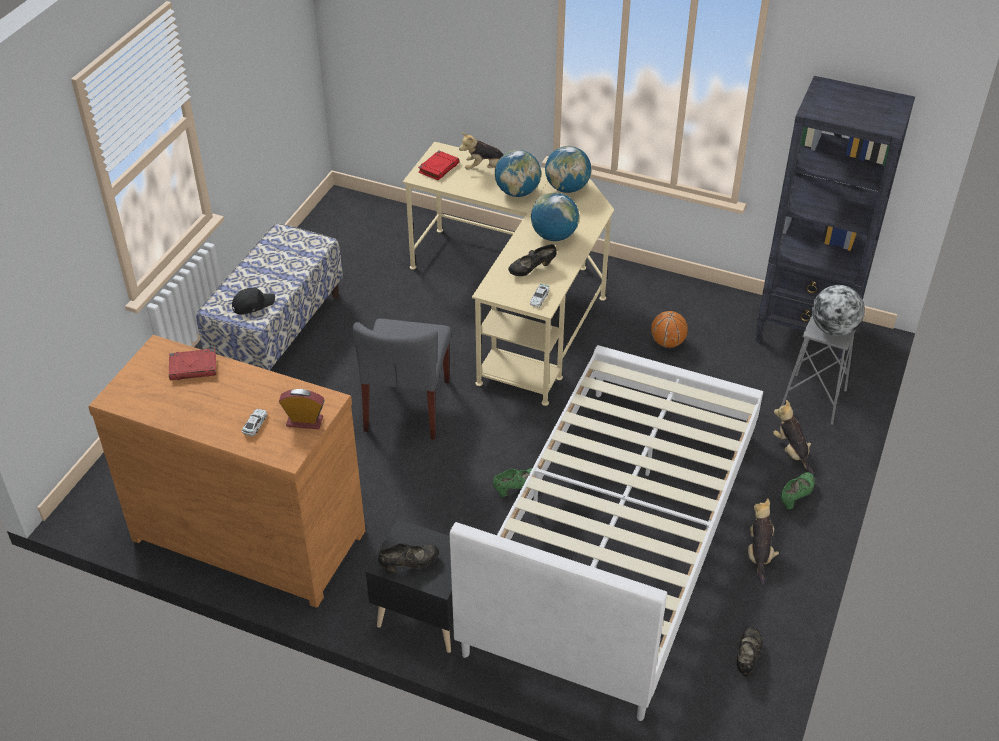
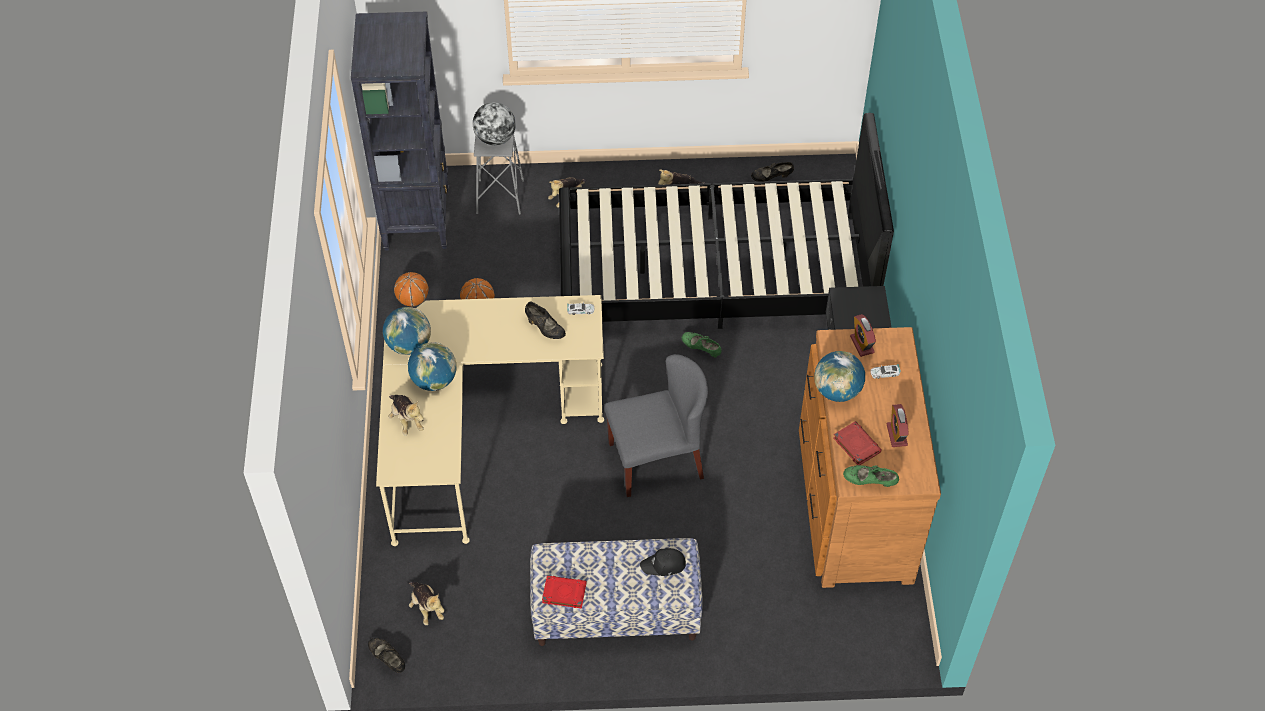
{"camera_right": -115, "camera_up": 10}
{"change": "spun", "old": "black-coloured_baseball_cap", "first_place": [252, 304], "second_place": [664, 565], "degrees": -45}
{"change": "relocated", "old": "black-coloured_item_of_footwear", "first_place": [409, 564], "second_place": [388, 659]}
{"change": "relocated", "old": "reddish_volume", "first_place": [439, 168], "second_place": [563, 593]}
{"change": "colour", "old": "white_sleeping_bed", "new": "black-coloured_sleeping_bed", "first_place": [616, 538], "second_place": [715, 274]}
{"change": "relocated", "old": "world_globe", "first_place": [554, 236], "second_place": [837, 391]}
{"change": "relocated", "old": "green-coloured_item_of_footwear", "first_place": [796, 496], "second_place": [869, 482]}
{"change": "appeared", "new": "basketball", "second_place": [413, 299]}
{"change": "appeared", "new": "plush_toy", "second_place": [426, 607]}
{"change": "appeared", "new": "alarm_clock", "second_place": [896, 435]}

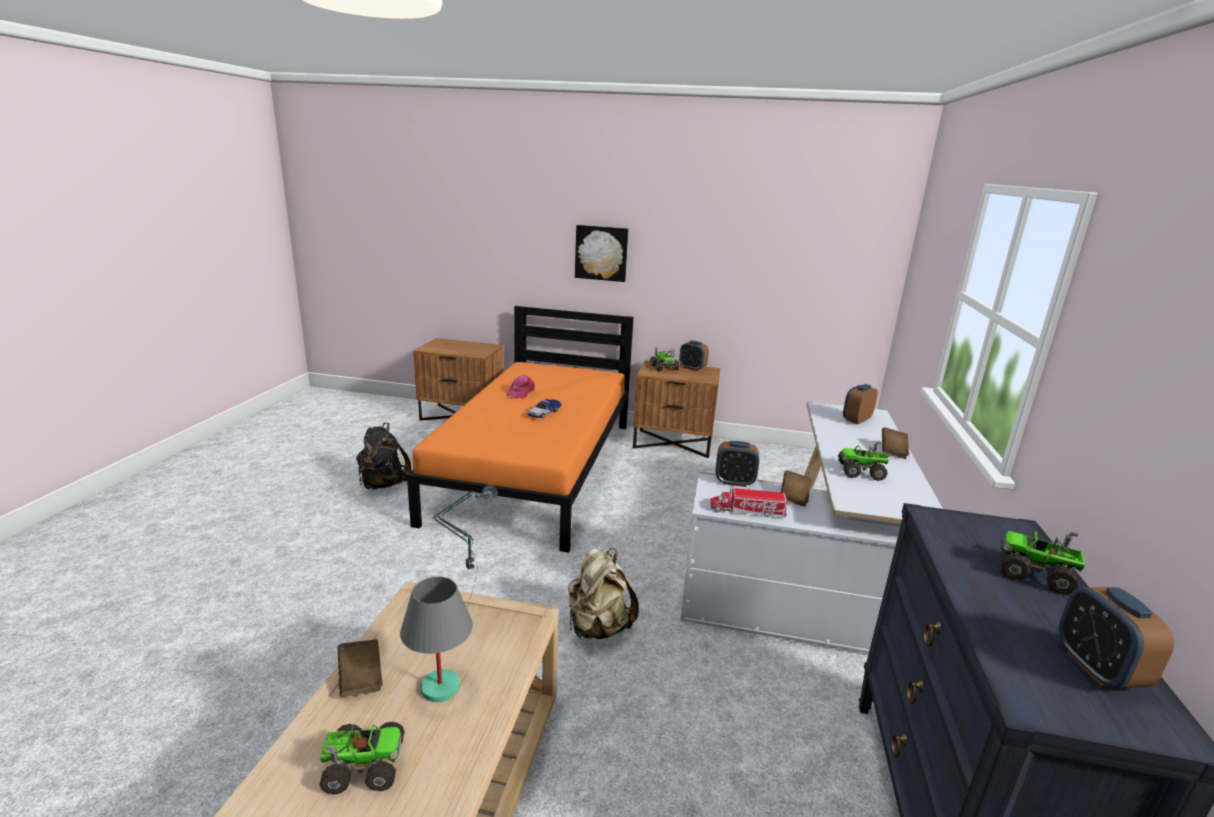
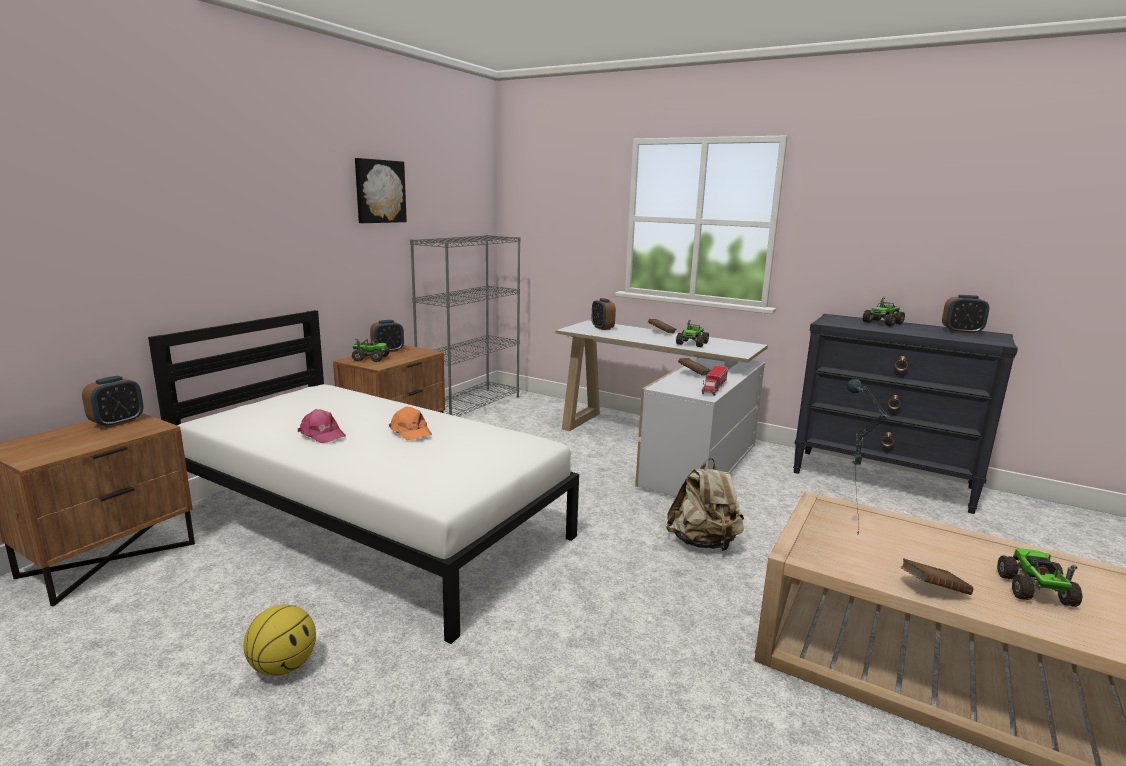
{"camera_right": -70, "camera_up": -5}
{"change": "exchanged", "old": "black-coloured_rucksack", "new": "basketball", "first_place": [383, 484], "second_place": [284, 666]}
{"change": "missing", "old": "grey_table_lamp", "first_place": [441, 687]}
{"change": "colour", "old": "orange_sleeping_bed", "new": "white_sleeping_bed", "first_place": [537, 469], "second_place": [373, 523]}
{"change": "exchanged", "old": "miniature_car", "new": "orange_baseball_cap", "first_place": [544, 412], "second_place": [410, 431]}
{"change": "relocated", "old": "wall_art", "first_place": [601, 253], "second_place": [379, 191]}
{"change": "relocated", "old": "alarm_clock", "first_place": [734, 482], "second_place": [117, 422]}
{"change": "appeared", "new": "grey_bookshelf", "second_place": [470, 406]}

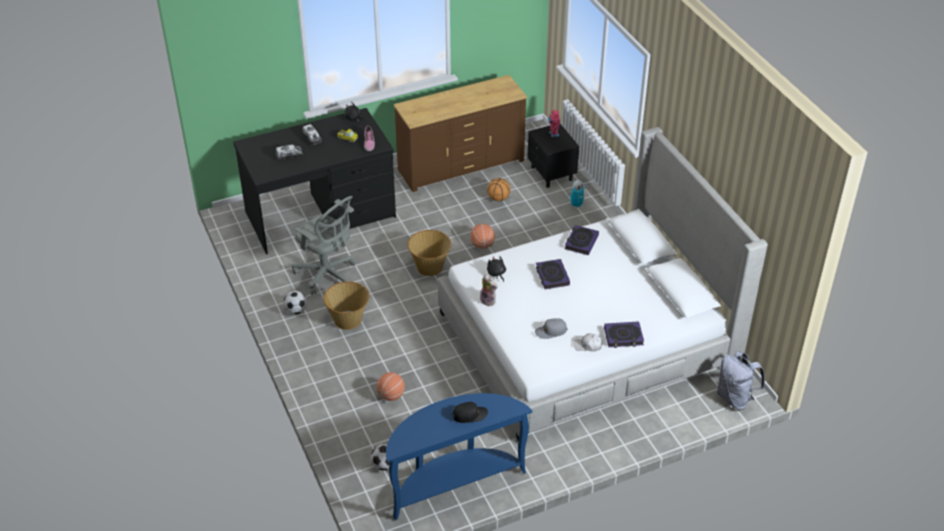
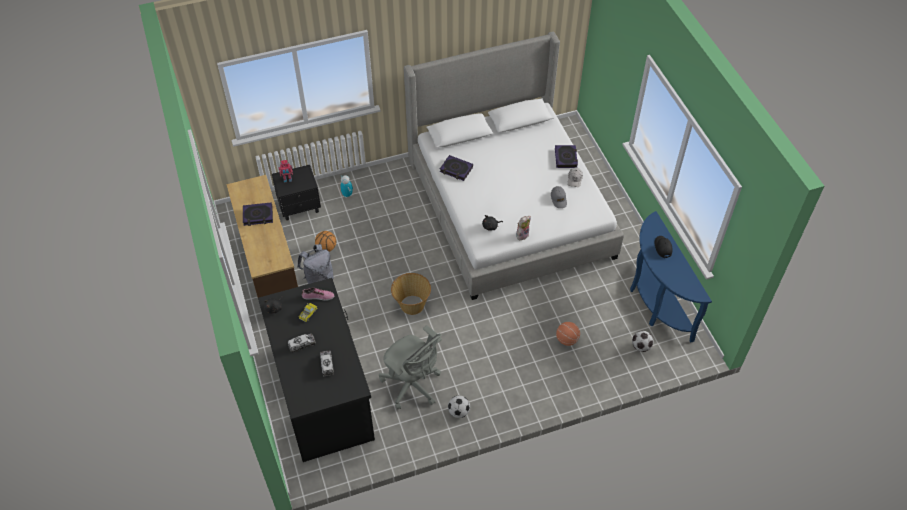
{"camera_right": -85, "camera_up": 10}
{"change": "spun", "old": "grey_office_chair", "first_place": [327, 275], "second_place": [412, 385], "degrees": 90}
{"change": "missing", "old": "basket", "first_place": [348, 320]}
{"change": "missing", "old": "basketball", "first_place": [482, 245]}
{"change": "relocated", "old": "volume", "first_place": [552, 276], "second_place": [258, 216]}
{"change": "relocated", "old": "grey_rucksack", "first_place": [735, 398], "second_place": [318, 279]}

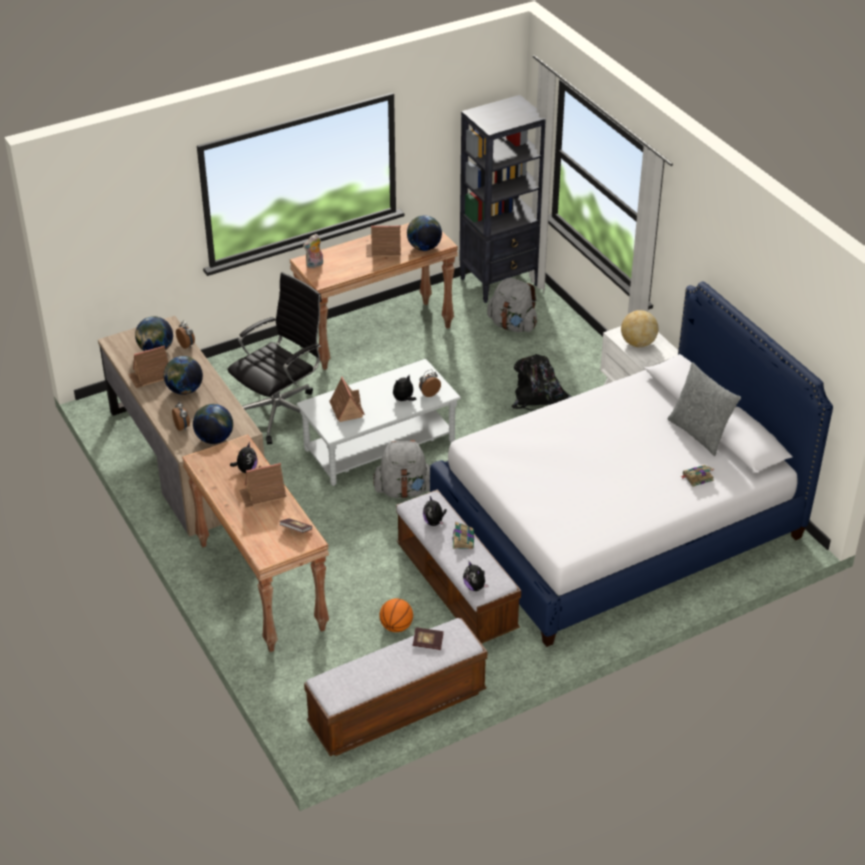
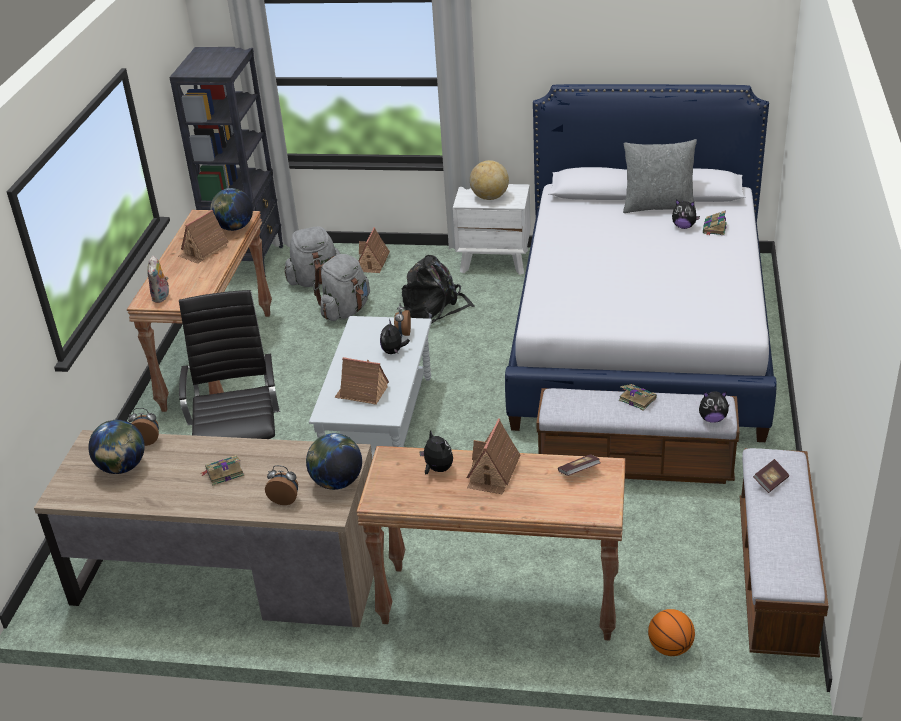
{"camera_right": -50, "camera_up": -5}
{"change": "relocated", "old": "model_house", "first_place": [150, 376], "second_place": [372, 263]}
{"change": "exchanged", "old": "world_globe", "new": "volume", "first_place": [185, 390], "second_place": [223, 473]}
{"change": "relocated", "old": "grey_rucksack", "first_place": [404, 490], "second_place": [345, 311]}
{"change": "relocated", "old": "basketball", "first_place": [396, 626], "second_place": [670, 648]}
{"change": "relocated", "old": "plush_toy", "first_place": [434, 522], "second_place": [684, 226]}

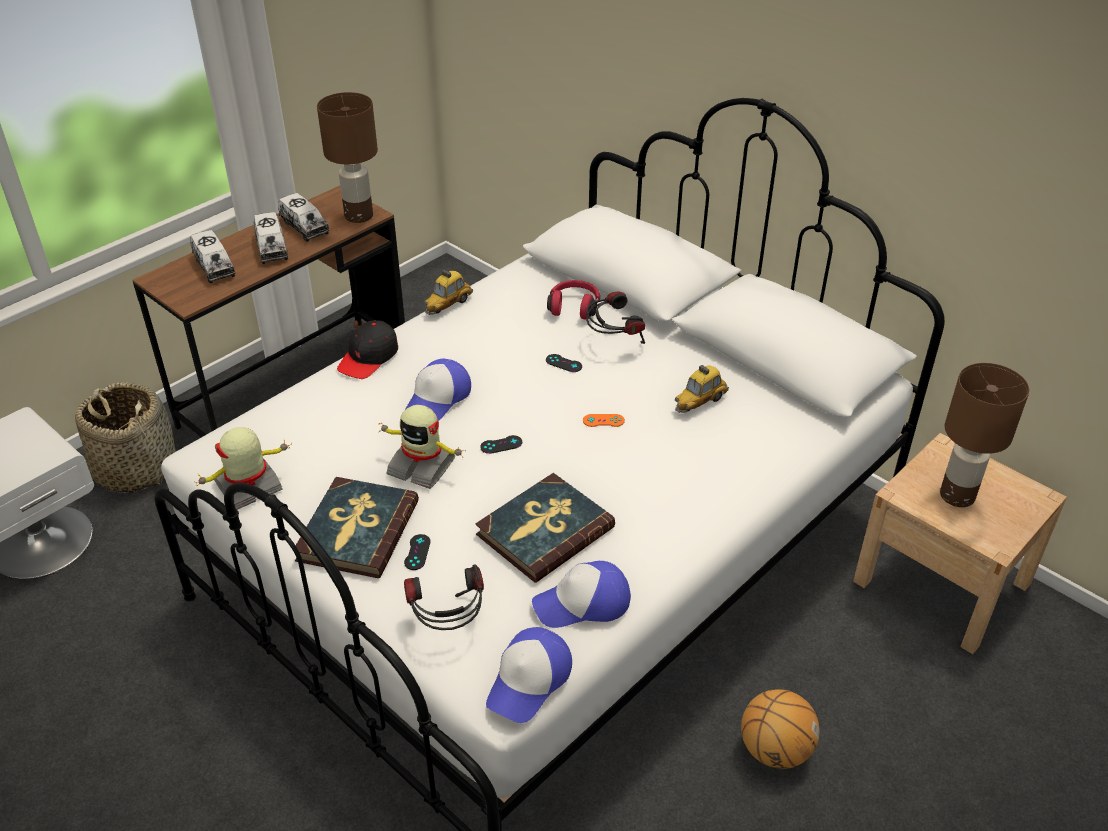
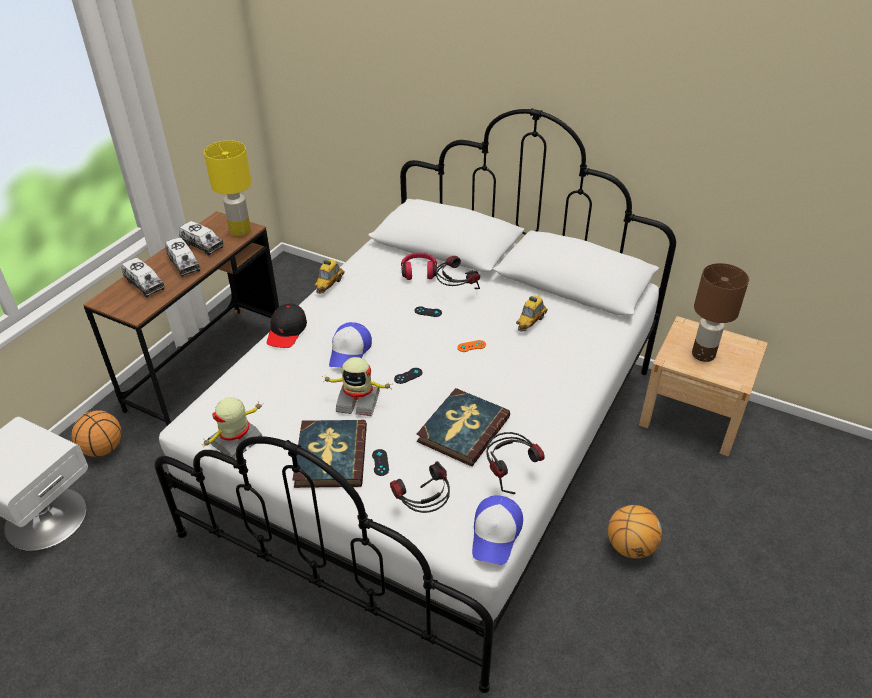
{"camera_right": -15, "camera_up": 0}
{"change": "exchanged", "old": "basket", "new": "basketball", "first_place": [136, 469], "second_place": [103, 448]}
{"change": "colour", "old": "brown_table_lamp", "new": "yellow_table_lamp", "first_place": [359, 216], "second_place": [241, 231]}
{"change": "exchanged", "old": "baseball_cap", "new": "headset", "first_place": [583, 603], "second_place": [509, 473]}

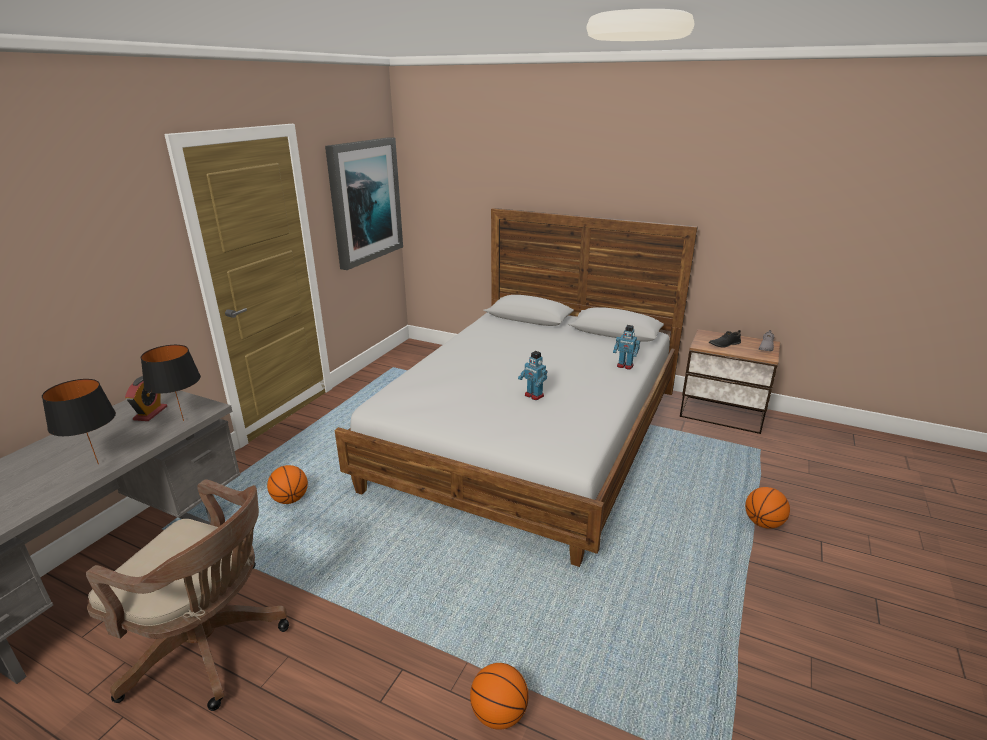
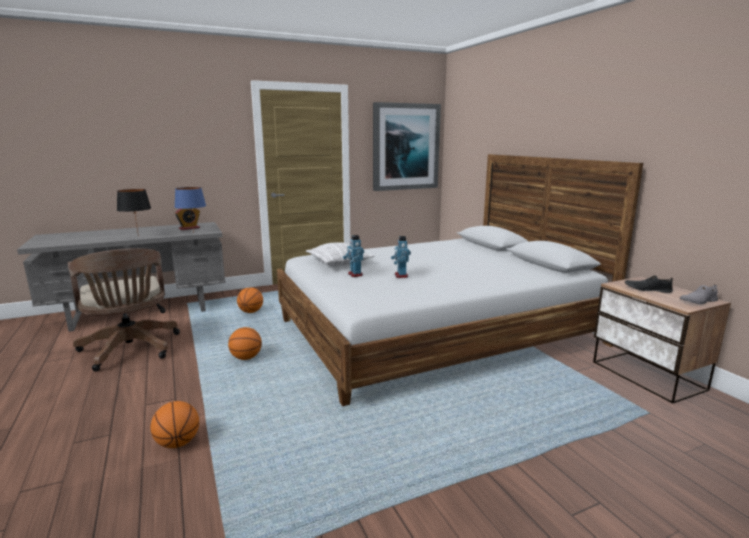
{"camera_right": 40, "camera_up": -10}
{"change": "colour", "old": "black-coloured_table_lamp", "new": "bluish_table_lamp", "first_place": [184, 420], "second_place": [193, 232]}
{"change": "relocated", "old": "toy_robot", "first_place": [625, 366], "second_place": [355, 274]}
{"change": "relocated", "old": "basketball", "first_place": [763, 523], "second_place": [246, 358]}
{"change": "appeared", "new": "throw_pillow", "second_place": [339, 263]}

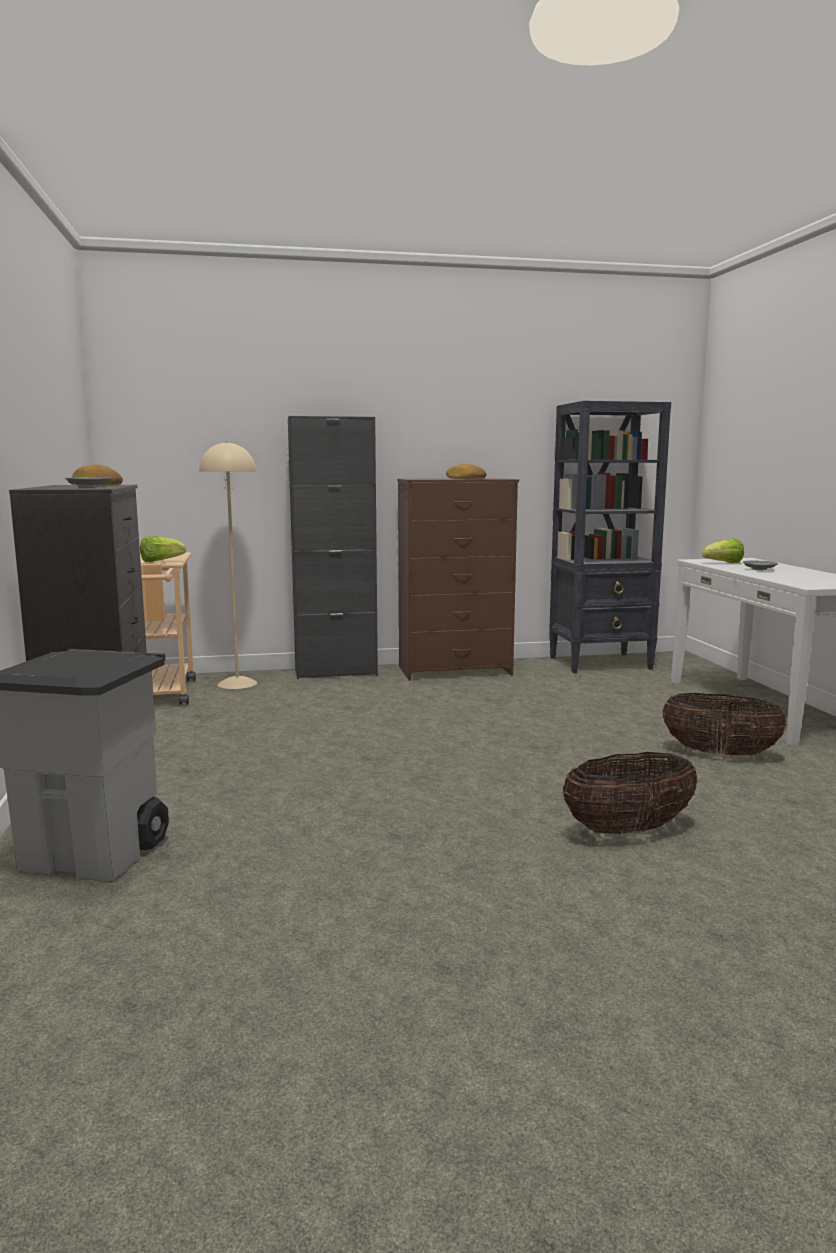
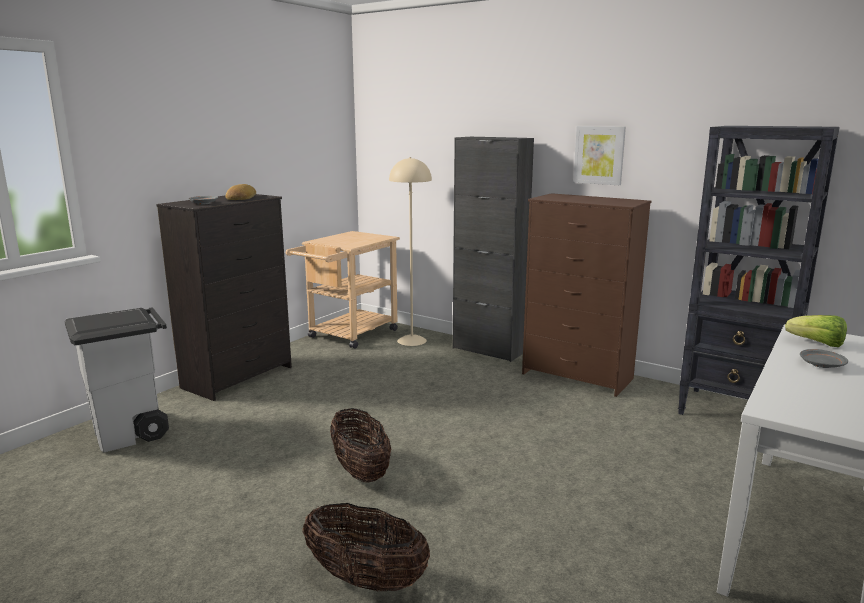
{"camera_right": 45, "camera_up": 5}
{"change": "missing", "old": "lettuce", "first_place": [160, 561]}
{"change": "missing", "old": "baked_bread", "first_place": [464, 478]}
{"change": "relocated", "old": "basket", "first_place": [720, 753], "second_place": [360, 471]}
{"change": "appeared", "new": "wall_art", "second_place": [599, 155]}

